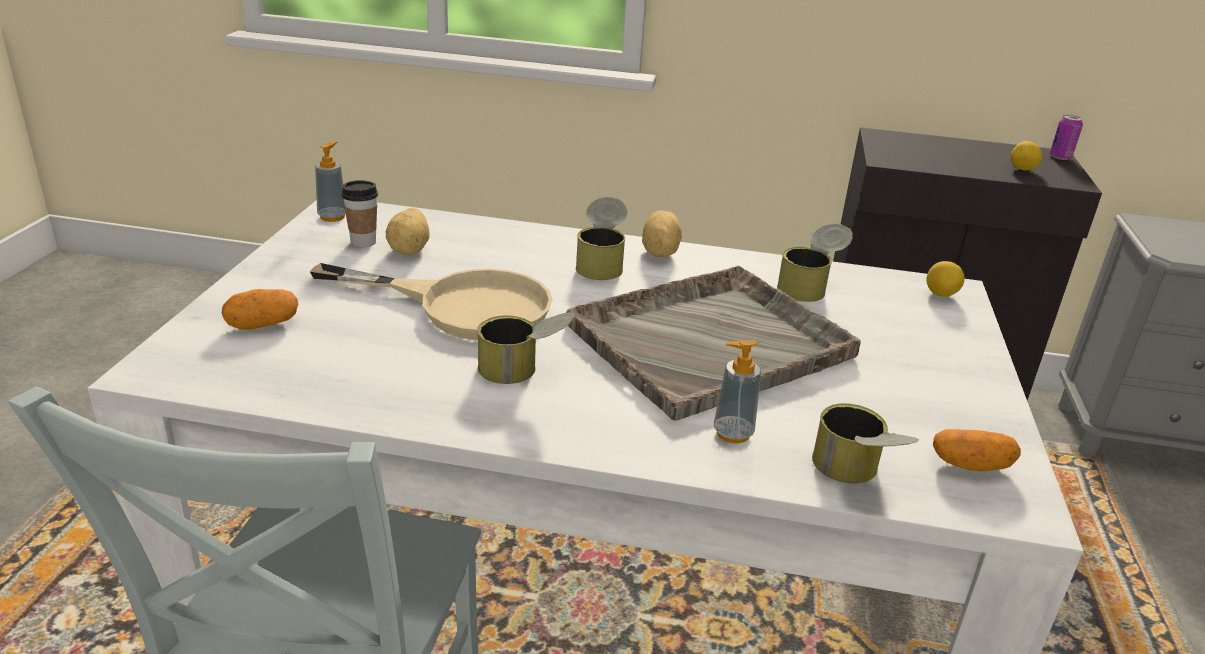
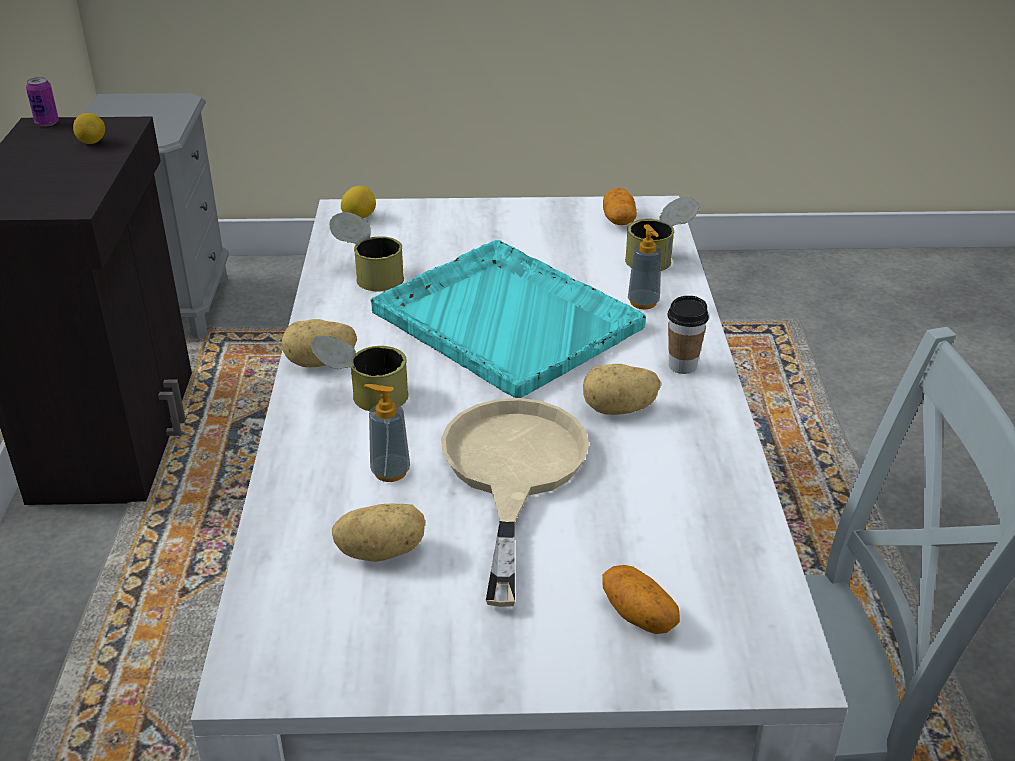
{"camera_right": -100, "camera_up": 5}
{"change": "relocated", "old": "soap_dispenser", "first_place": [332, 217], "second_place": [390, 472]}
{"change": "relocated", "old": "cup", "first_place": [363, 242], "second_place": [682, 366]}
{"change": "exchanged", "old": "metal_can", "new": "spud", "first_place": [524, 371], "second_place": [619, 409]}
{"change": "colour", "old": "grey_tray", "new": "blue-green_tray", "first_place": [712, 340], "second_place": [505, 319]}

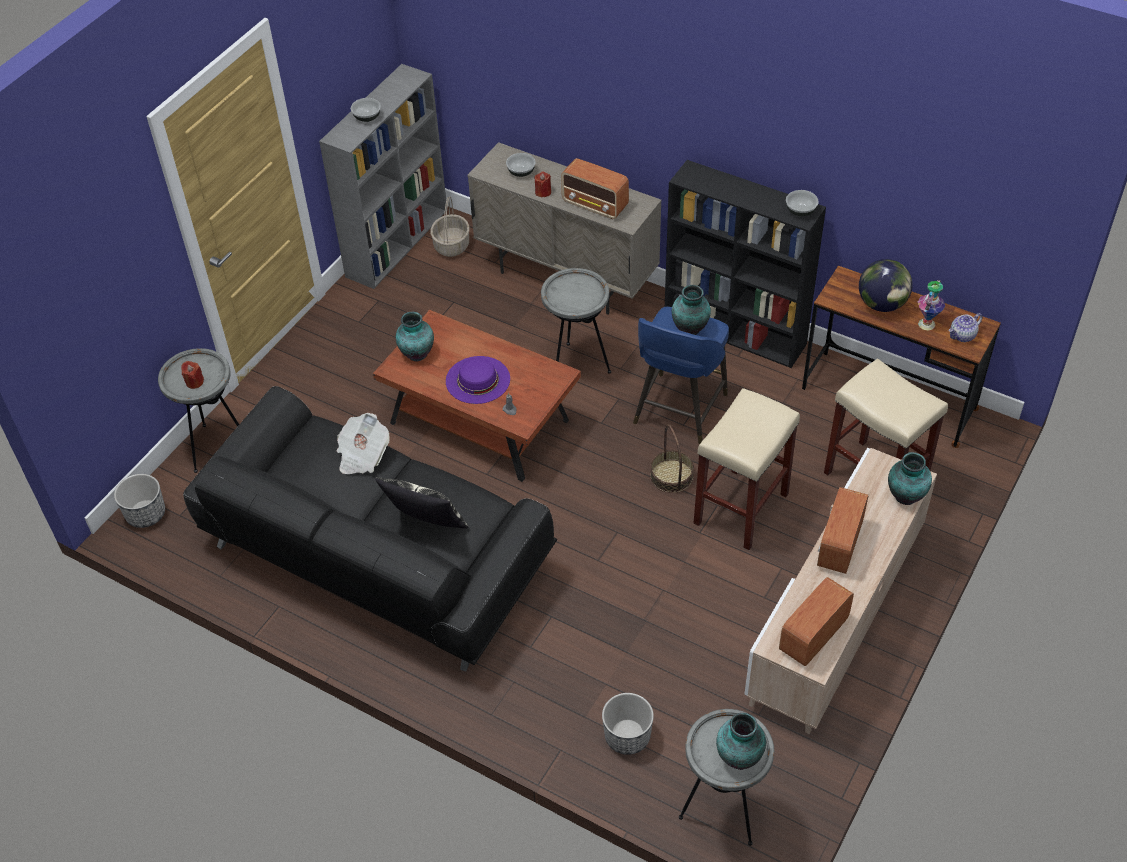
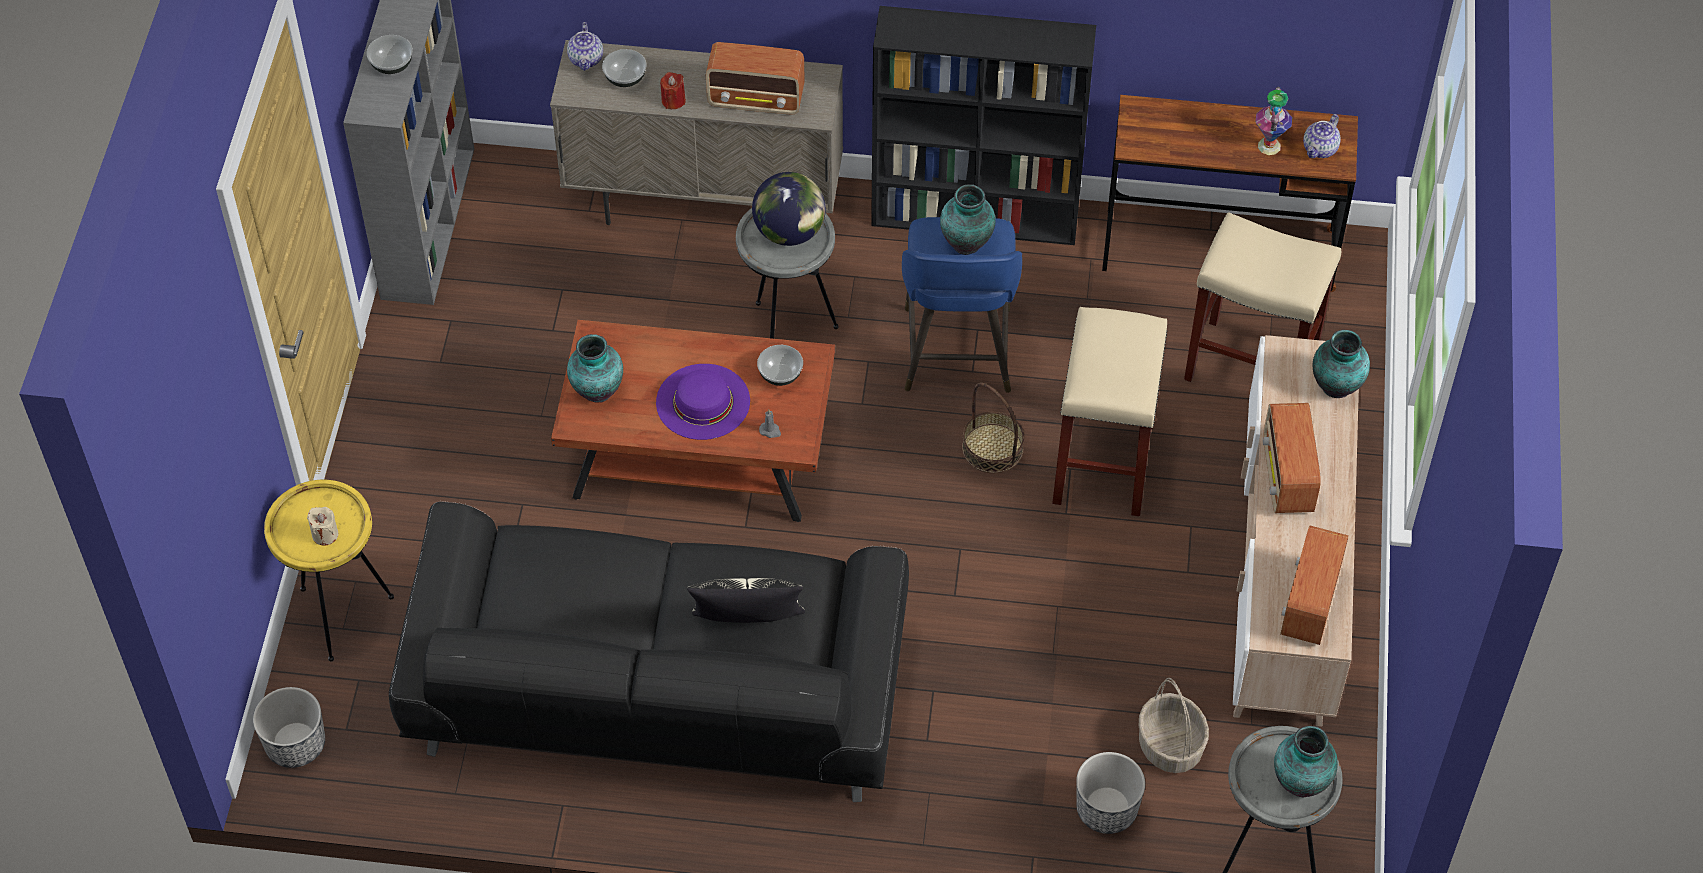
{"camera_right": -25, "camera_up": 5}
{"change": "colour", "old": "grey_side_table", "new": "yellow_side_table", "first_place": [217, 447], "second_place": [342, 614]}
{"change": "colour", "old": "reddish_wax_light", "new": "sand-coloured_wax_light", "first_place": [194, 382], "second_place": [325, 534]}
{"change": "missing", "old": "newspaper", "first_place": [362, 455]}
{"change": "relocated", "old": "basket", "first_place": [451, 245], "second_place": [1169, 745]}
{"change": "relocated", "old": "serving_bowl", "first_place": [801, 210], "second_place": [780, 374]}
{"change": "relocated", "old": "world_globe", "first_place": [882, 304], "second_place": [790, 232]}
{"change": "appeared", "new": "teapot", "second_place": [586, 59]}

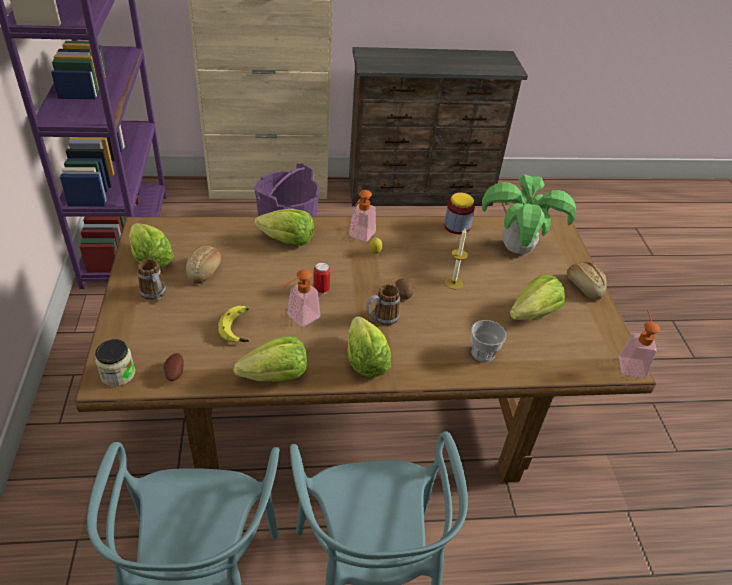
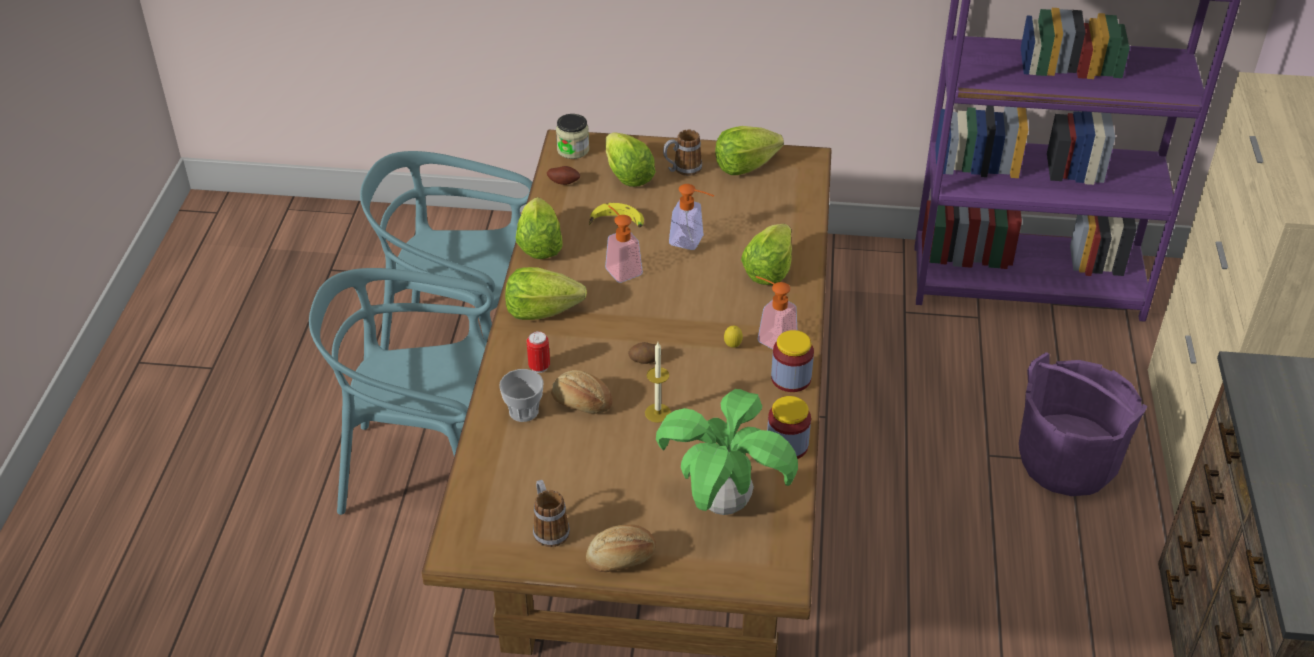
{"camera_right": 105, "camera_up": 0}
{"change": "relocated", "old": "baked_bread", "first_place": [205, 271], "second_place": [581, 403]}
{"change": "relocated", "old": "metal_can", "first_place": [321, 289], "second_place": [539, 367]}
{"change": "relocated", "old": "mug", "first_place": [381, 319], "second_place": [548, 528]}
{"change": "relocated", "old": "lettuce", "first_place": [533, 313], "second_place": [627, 175]}
{"change": "relocated", "old": "soap_dispenser", "first_place": [631, 363], "second_place": [692, 242]}
{"change": "appeared", "new": "storage_jar", "second_place": [791, 378]}

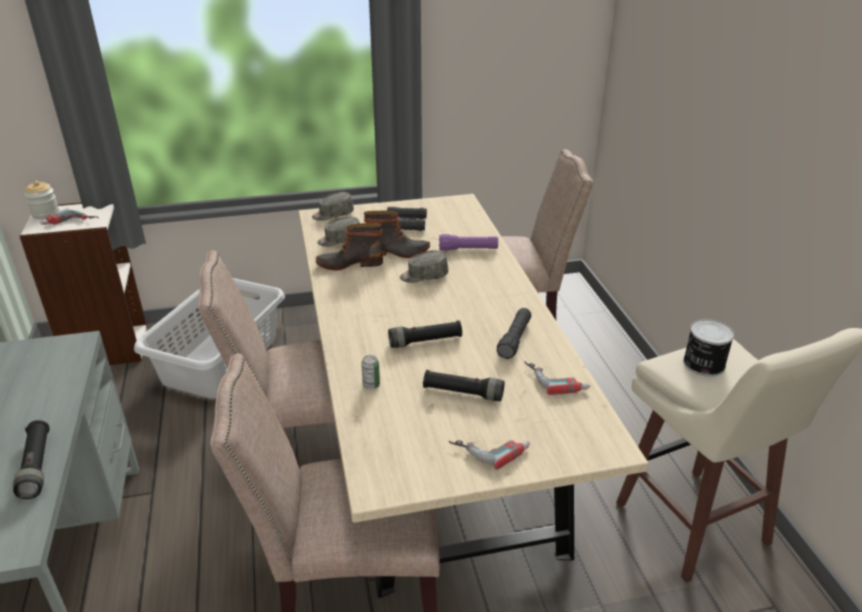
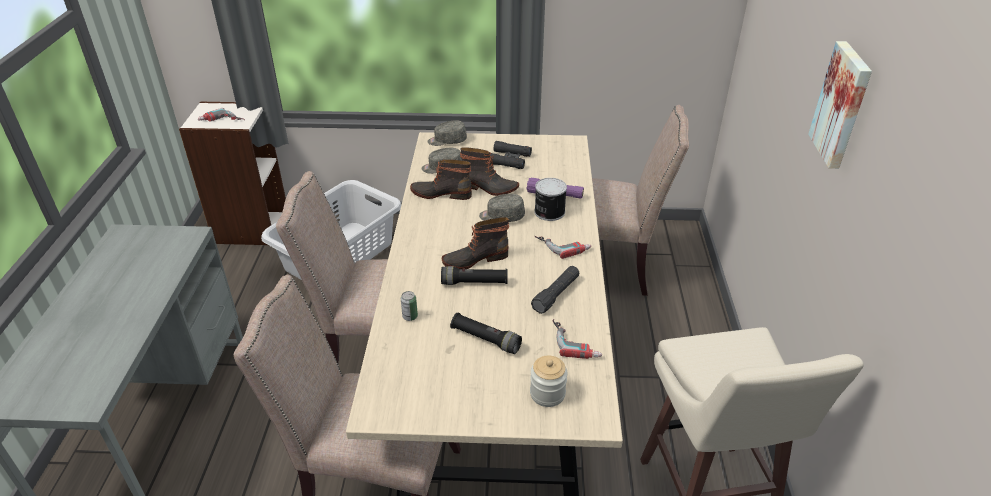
{"camera_right": 15, "camera_up": 5}
{"change": "missing", "old": "black-coloured_torch", "first_place": [36, 466]}
{"change": "relocated", "old": "storage_jar", "first_place": [45, 214], "second_place": [547, 394]}
{"change": "relocated", "old": "drill", "first_place": [490, 447], "second_place": [563, 245]}
{"change": "relocated", "old": "metal_can", "first_place": [703, 364], "second_place": [548, 212]}
{"change": "appeared", "new": "boot", "second_place": [475, 259]}
{"change": "appeared", "new": "wall_art", "second_place": [842, 105]}

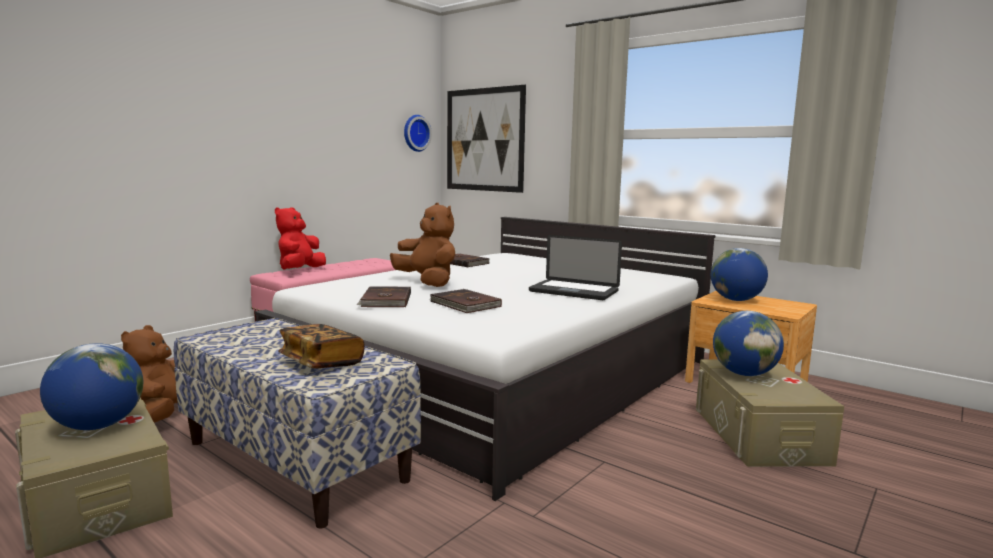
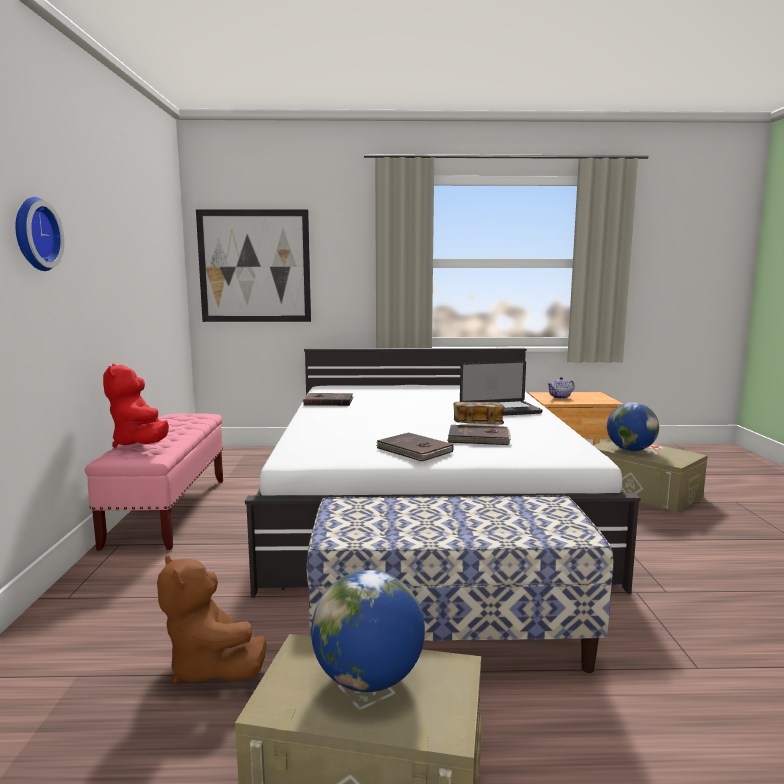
{"camera_right": -40, "camera_up": 0}
{"change": "relocated", "old": "volume", "first_place": [321, 362], "second_place": [477, 425]}
{"change": "missing", "old": "brown_plush_toy", "first_place": [427, 282]}
{"change": "relocated", "old": "hanging_clock", "first_place": [415, 133], "second_place": [33, 234]}
{"change": "exchanged", "old": "world_globe", "new": "teapot", "first_place": [736, 300], "second_place": [560, 397]}

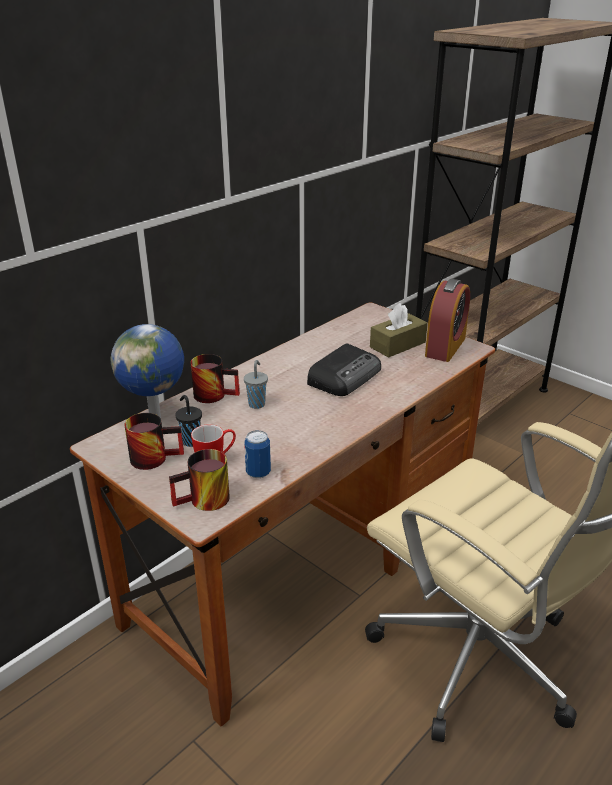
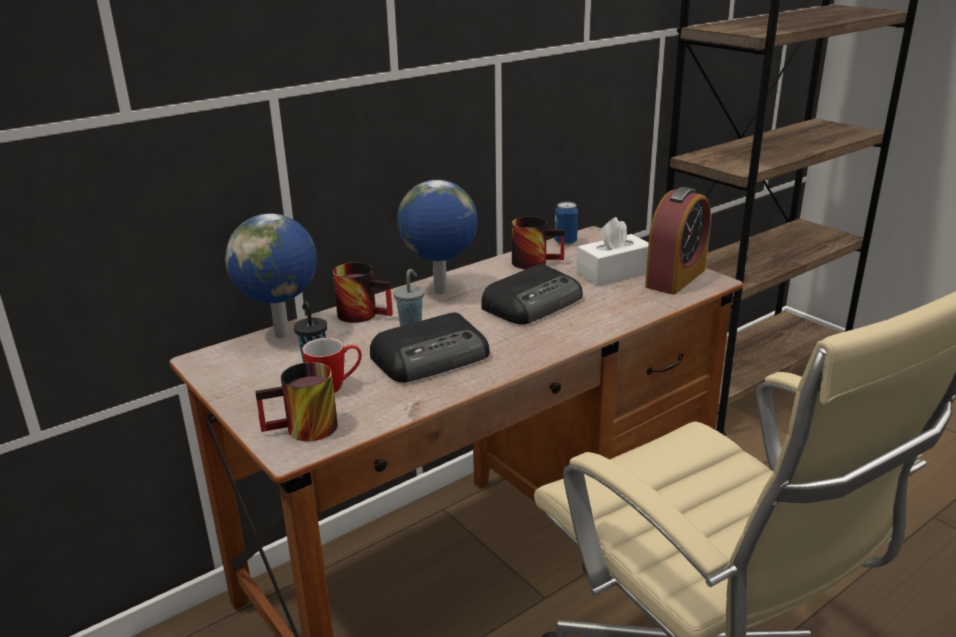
{"camera_right": 10, "camera_up": -5}
{"change": "relocated", "old": "mug", "first_place": [155, 456], "second_place": [535, 261]}
{"change": "relocated", "old": "metal_can", "first_place": [258, 472], "second_place": [565, 242]}
{"change": "colour", "old": "brown_tissue_holder", "new": "white_tissue_holder", "first_place": [397, 345], "second_place": [613, 272]}
{"change": "appeared", "new": "radio_set", "second_place": [433, 357]}
{"change": "appeared", "new": "world_globe", "second_place": [440, 292]}

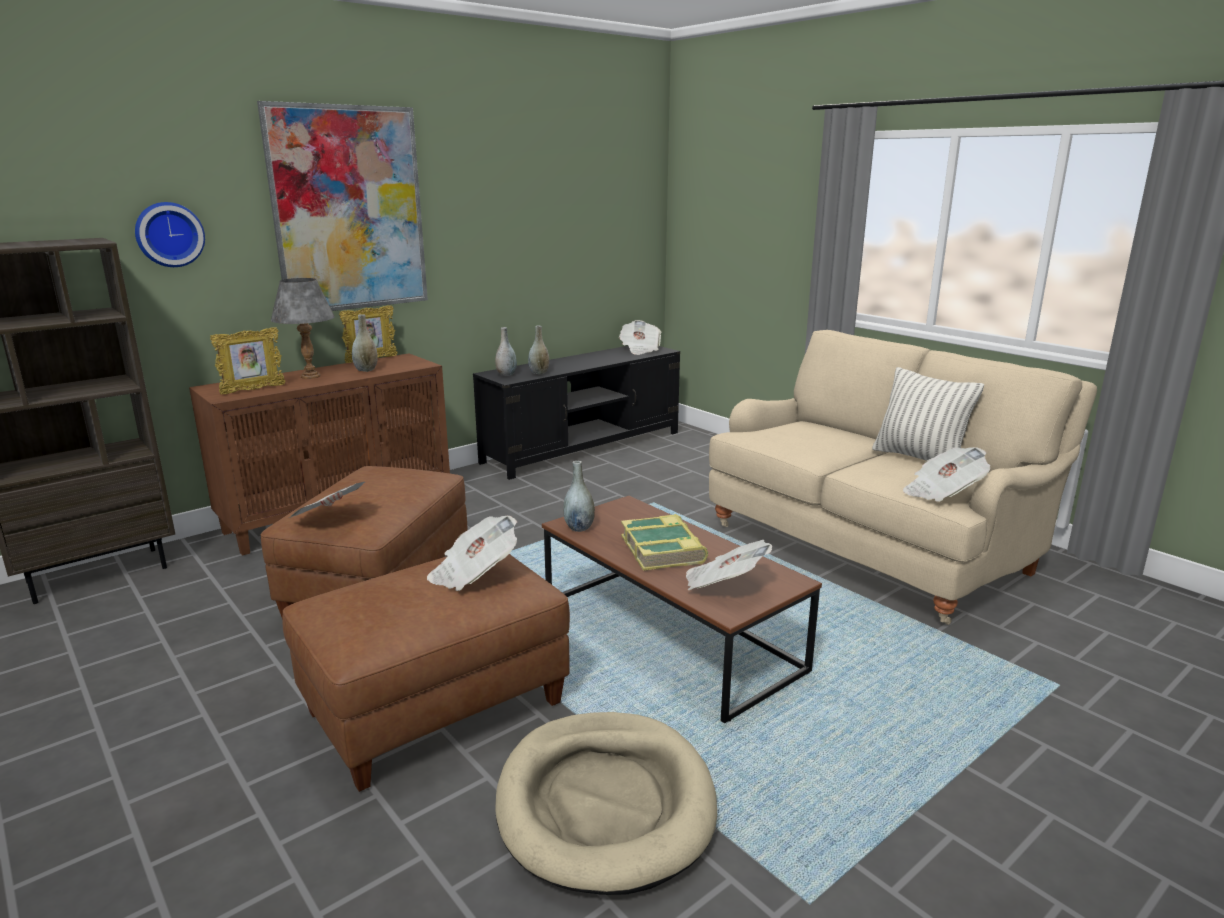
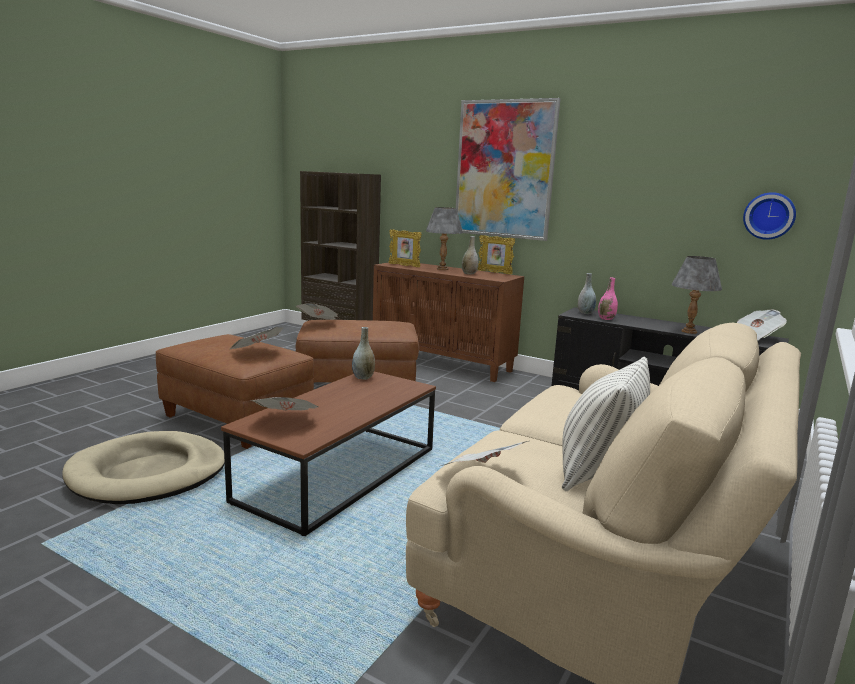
{"camera_right": 70, "camera_up": -5}
{"change": "relocated", "old": "hanging_clock", "first_place": [169, 234], "second_place": [769, 216]}
{"change": "colour", "old": "grey_decorative_vase", "new": "pink-coloured_decorative_vase", "first_place": [539, 373], "second_place": [606, 319]}
{"change": "missing", "old": "volume", "first_place": [663, 549]}
{"change": "appeared", "new": "grey_table_lamp", "second_place": [688, 331]}

